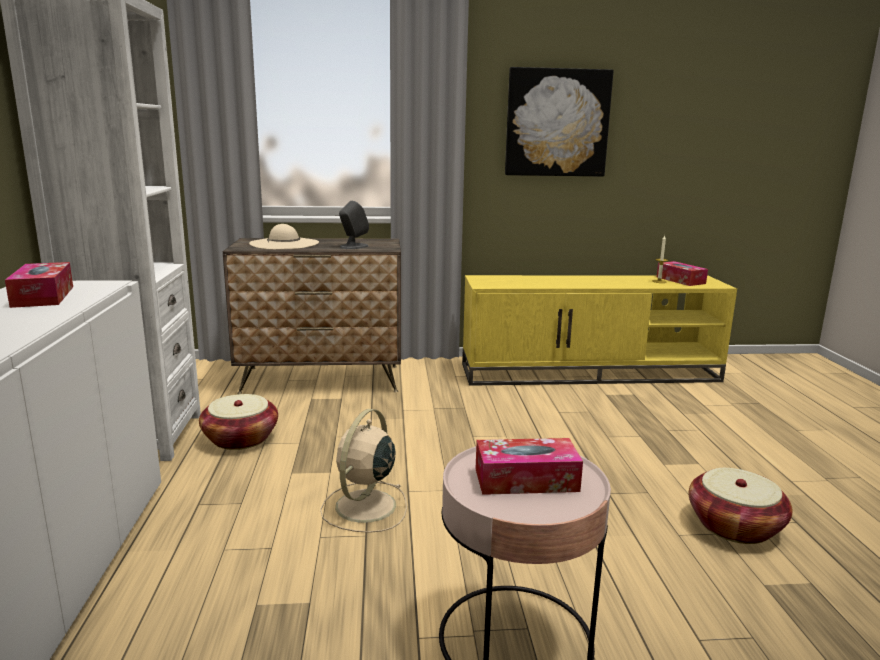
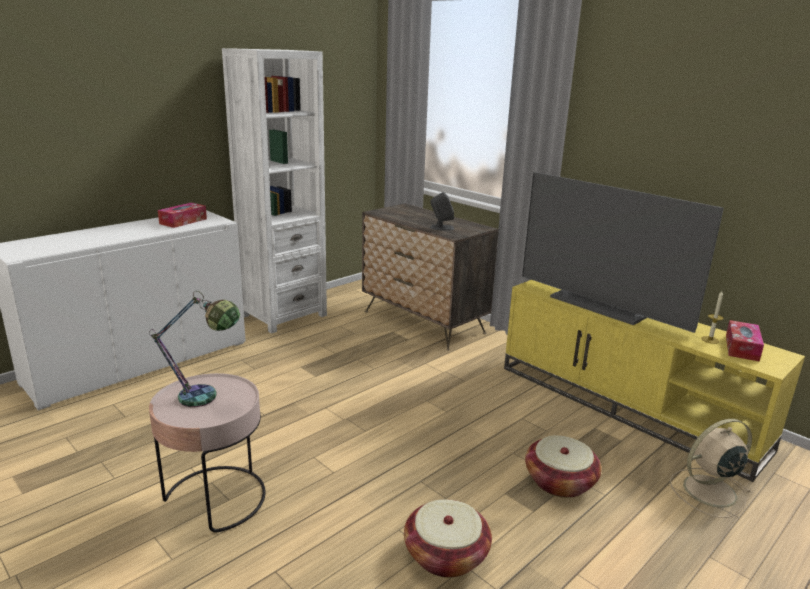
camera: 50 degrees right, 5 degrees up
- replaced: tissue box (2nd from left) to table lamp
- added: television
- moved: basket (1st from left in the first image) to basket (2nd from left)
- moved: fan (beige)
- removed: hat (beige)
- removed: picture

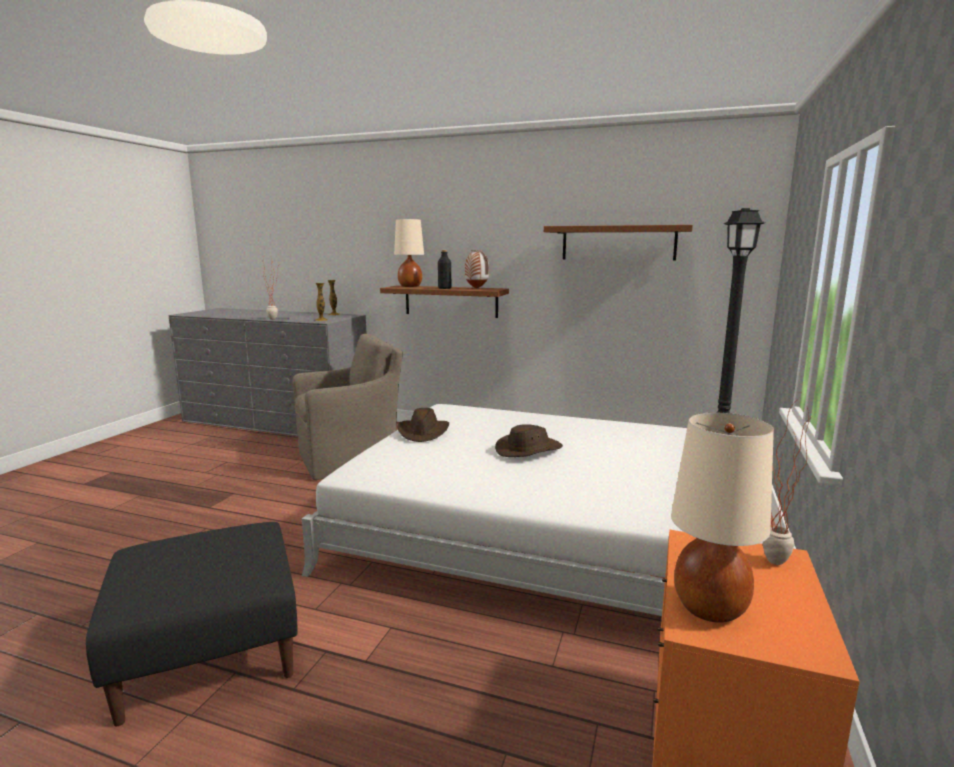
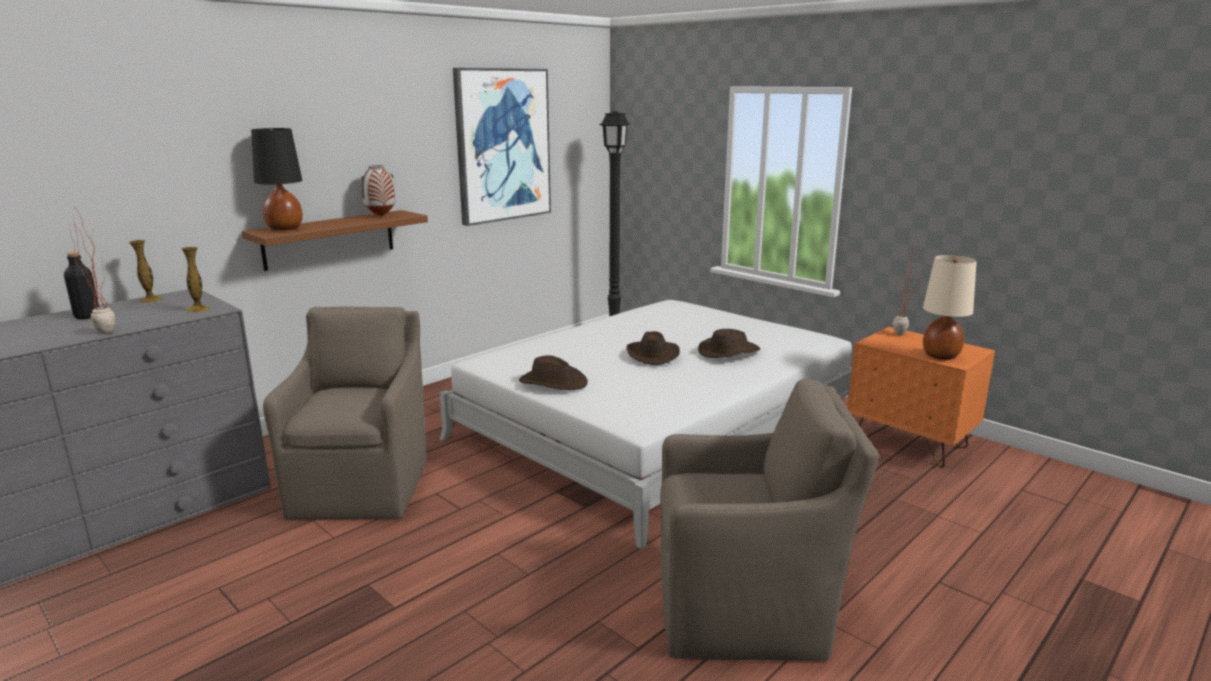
camera: 65 degrees left, 5 degrees up
- moved: bottle (black)
- recoloured: table lamp (beige) (1st from left) to table lamp (black)
- replaced: shelf (brown) (2nd from left) to picture
- replaced: ottoman (black) to armchair (brown) (2nd from left)
- added: hat (brown) (3rd from left)

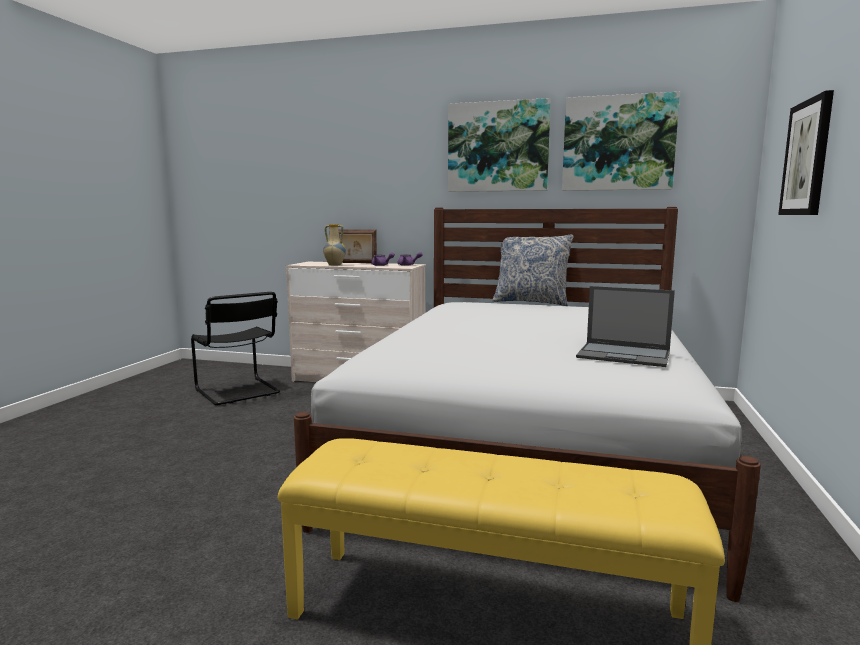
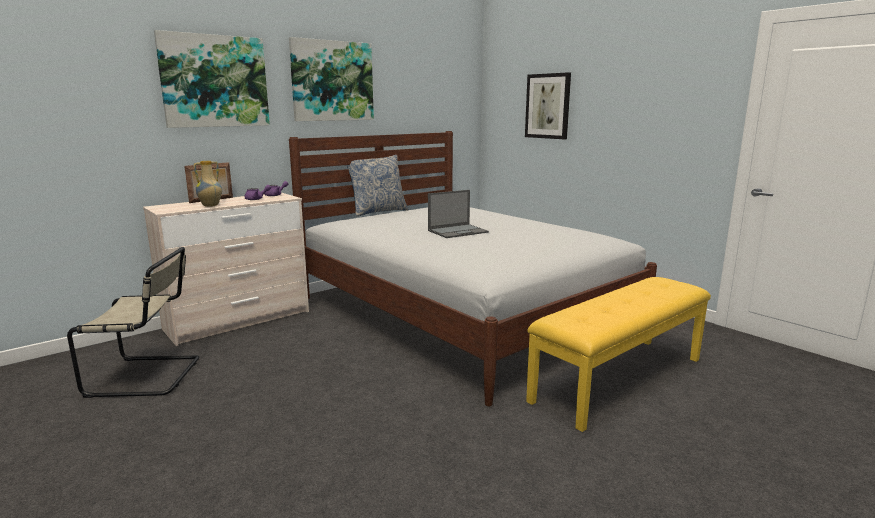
camera: 55 degrees left, 5 degrees up
- recoloured: chair (black) to chair (beige)
- moved: picture (2nd from left in the first image) to picture (1st from left)
- moved: laptop

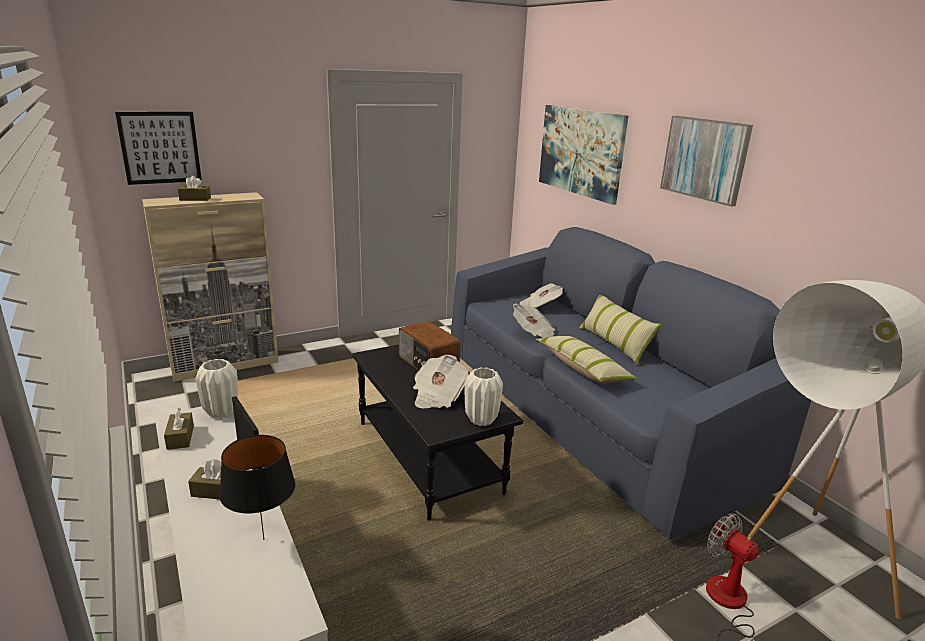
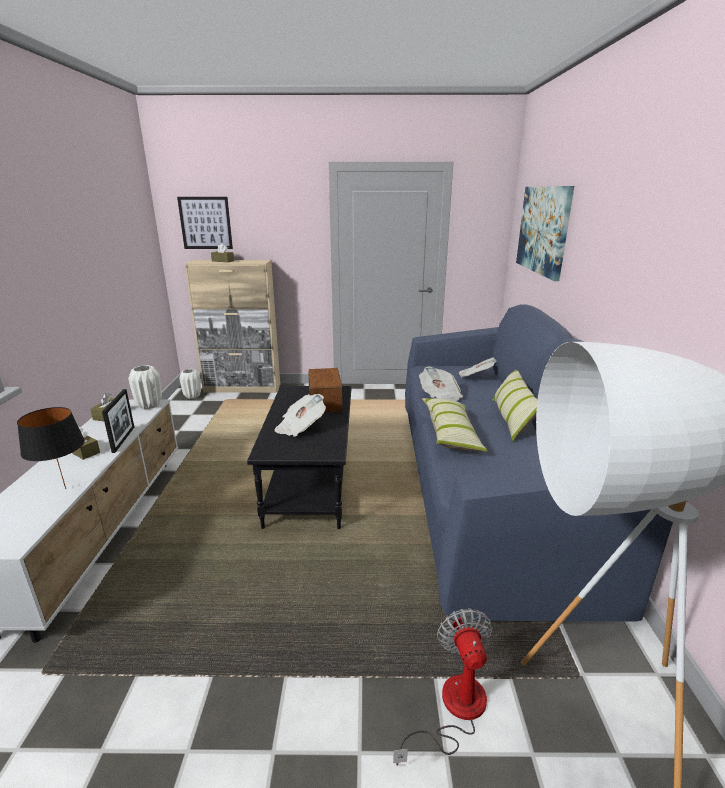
camera: 30 degrees right, 0 degrees up
- moved: vase (white) (2nd from left)
- removed: picture (3rd from left)

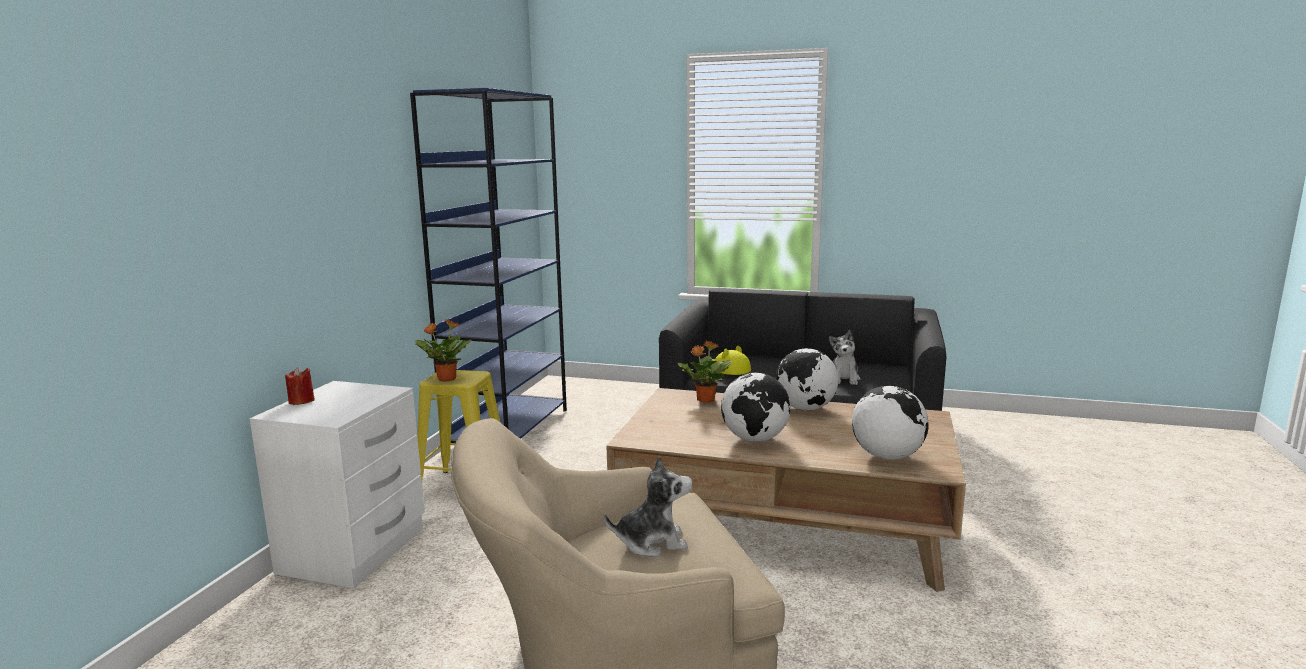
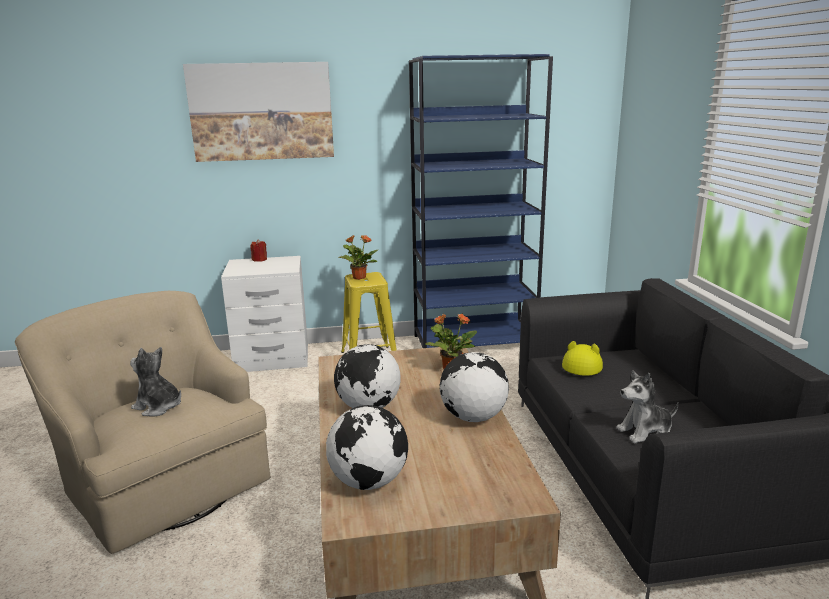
camera: 65 degrees right, 5 degrees up
- turned: plush toy (1st from left) 150 degrees clockwise
- added: picture

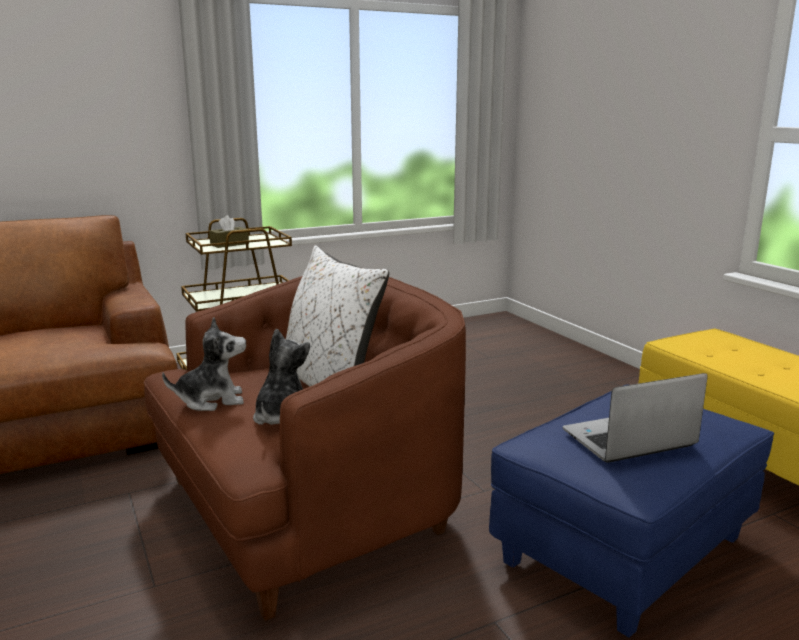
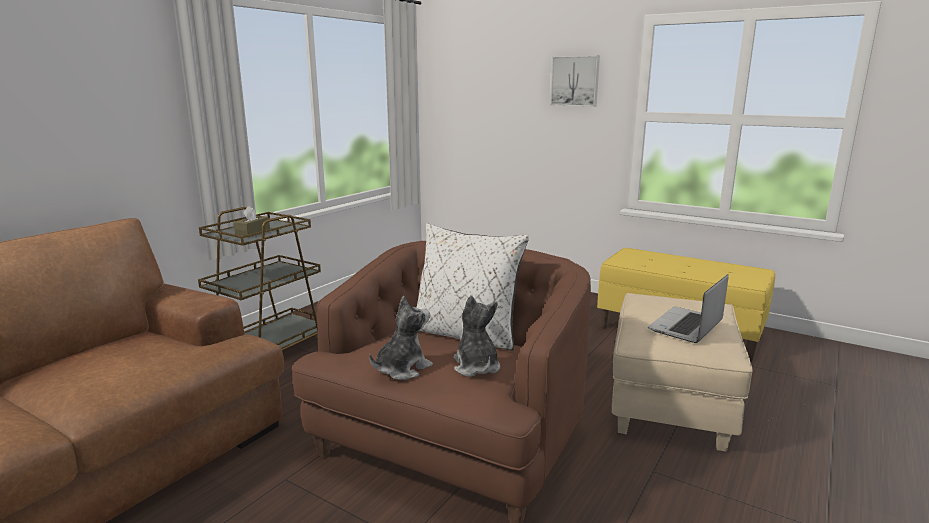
camera: 30 degrees left, 0 degrees up
- added: picture
- recoloured: ottoman (blue) to ottoman (beige)

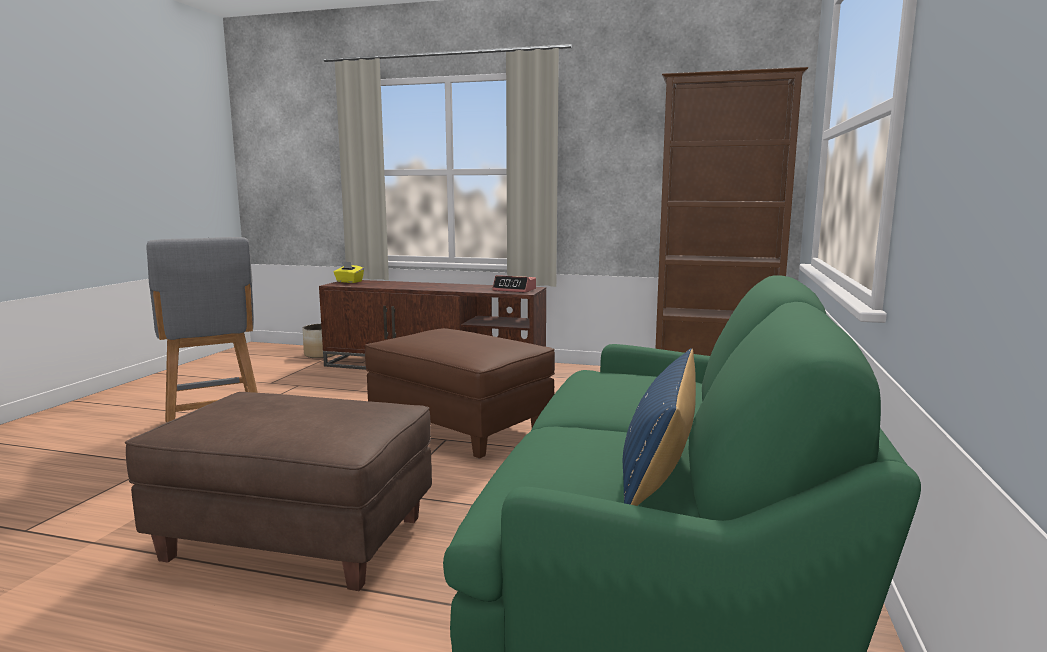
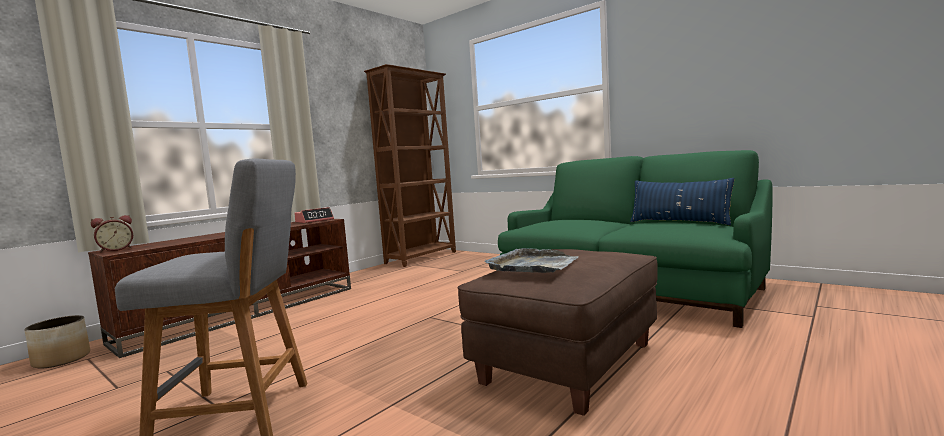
camera: 65 degrees left, 5 degrees down
- replaced: tissue box (yellow) to alarm clock (1st from left)
- added: tray (grey)
- removed: ottoman (brown) (2nd from left)

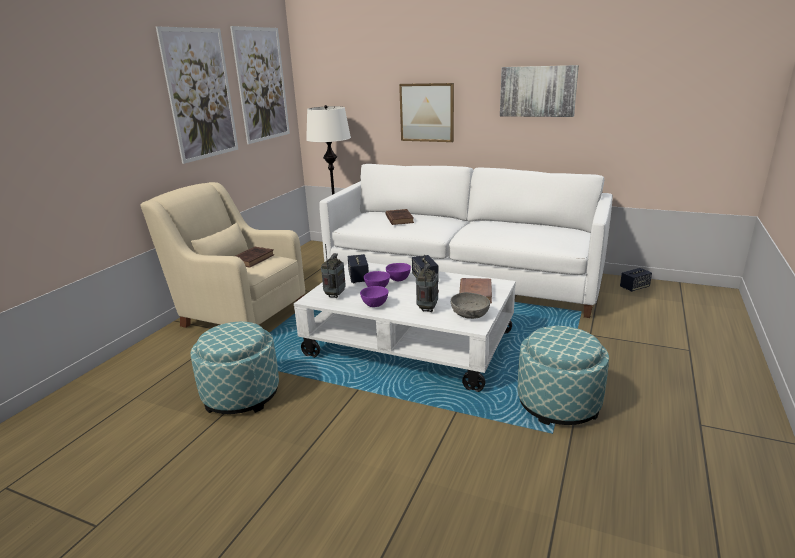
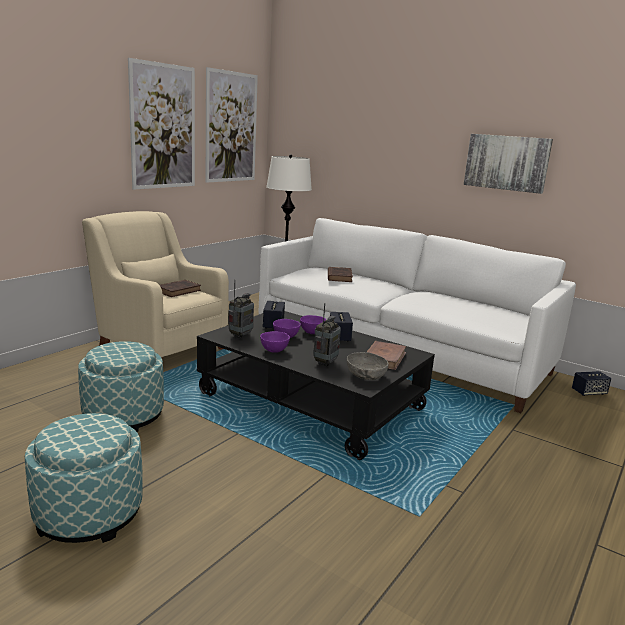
camera: 10 degrees right, 5 degrees down
- moved: ottoman (2nd from left in the first image) to ottoman (1st from left)
- recoloured: coffee table (white) to coffee table (black)
- removed: picture (3rd from left)

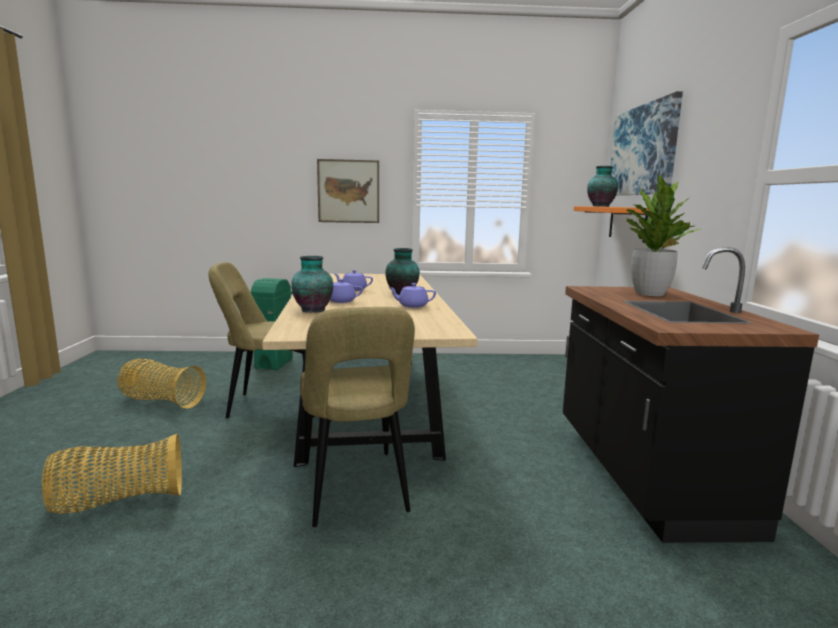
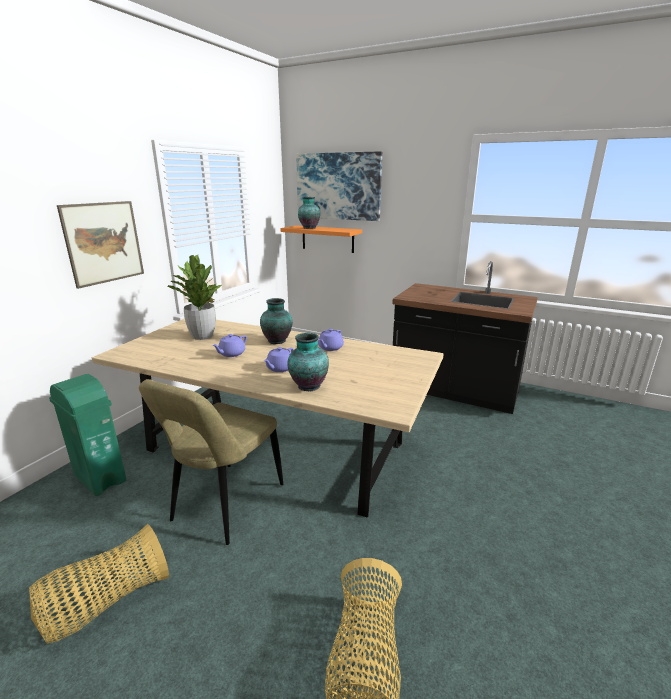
camera: 60 degrees left, 10 degrees up
- moved: potted plant
- removed: chair (beige) (2nd from left)

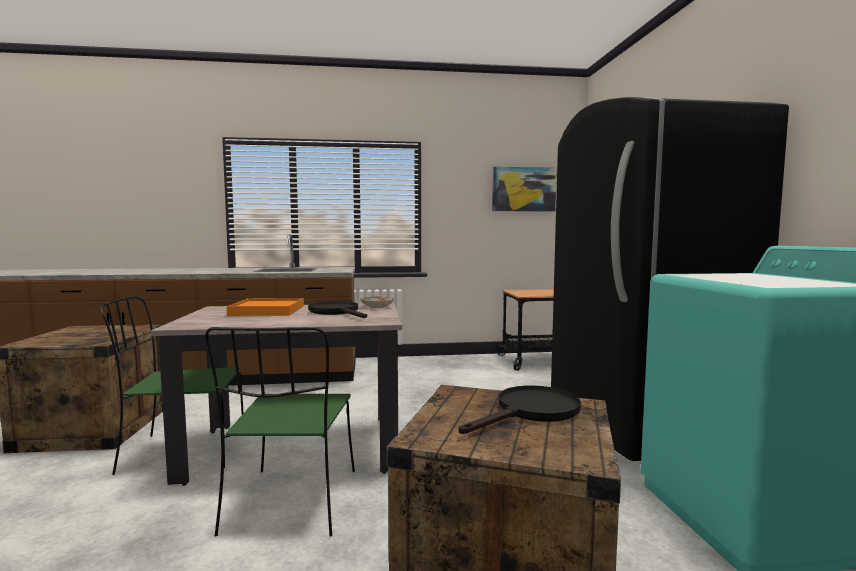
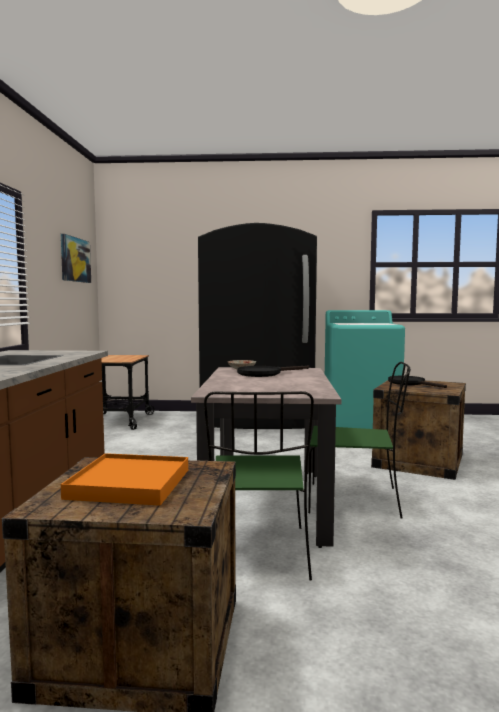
camera: 80 degrees left, 0 degrees up
- moved: tray (orange)

